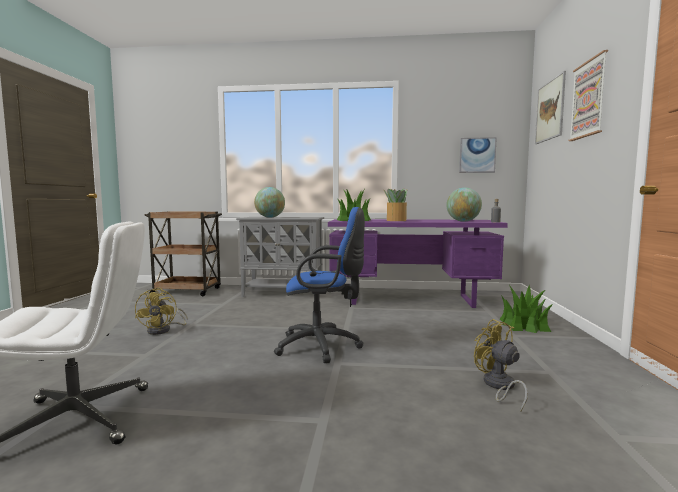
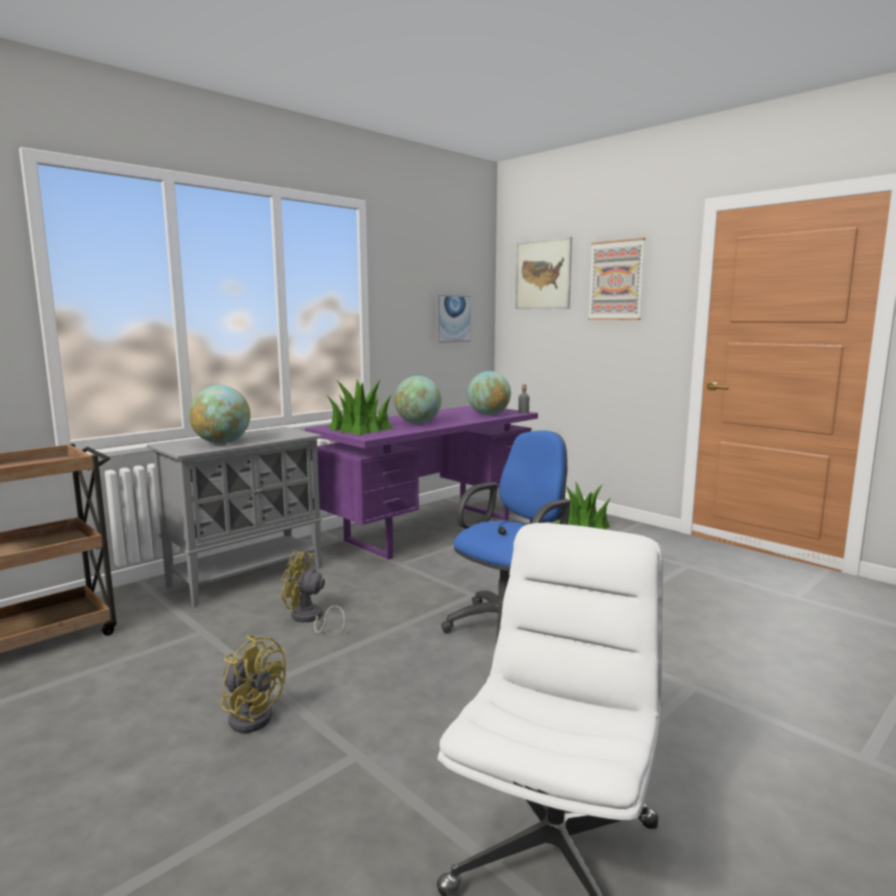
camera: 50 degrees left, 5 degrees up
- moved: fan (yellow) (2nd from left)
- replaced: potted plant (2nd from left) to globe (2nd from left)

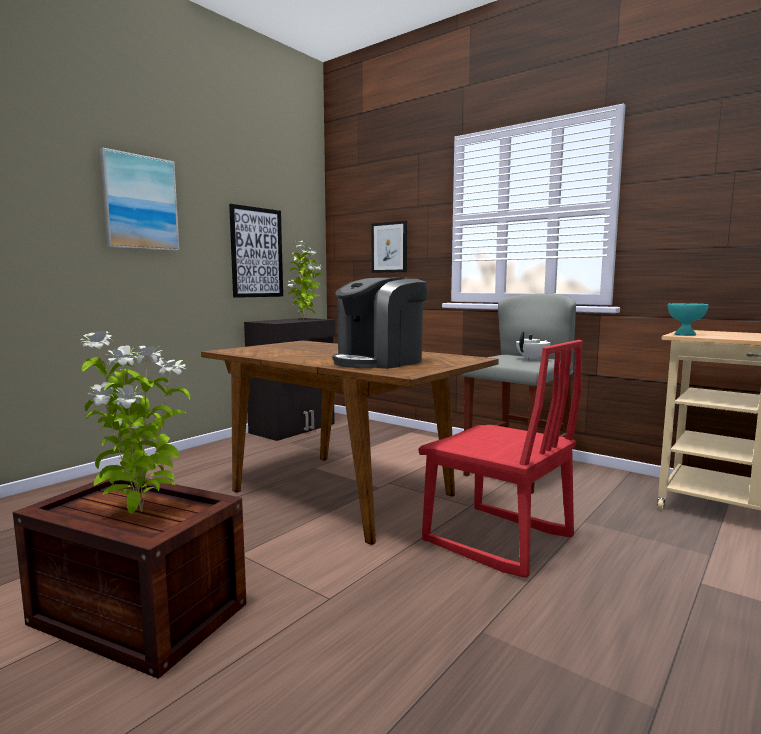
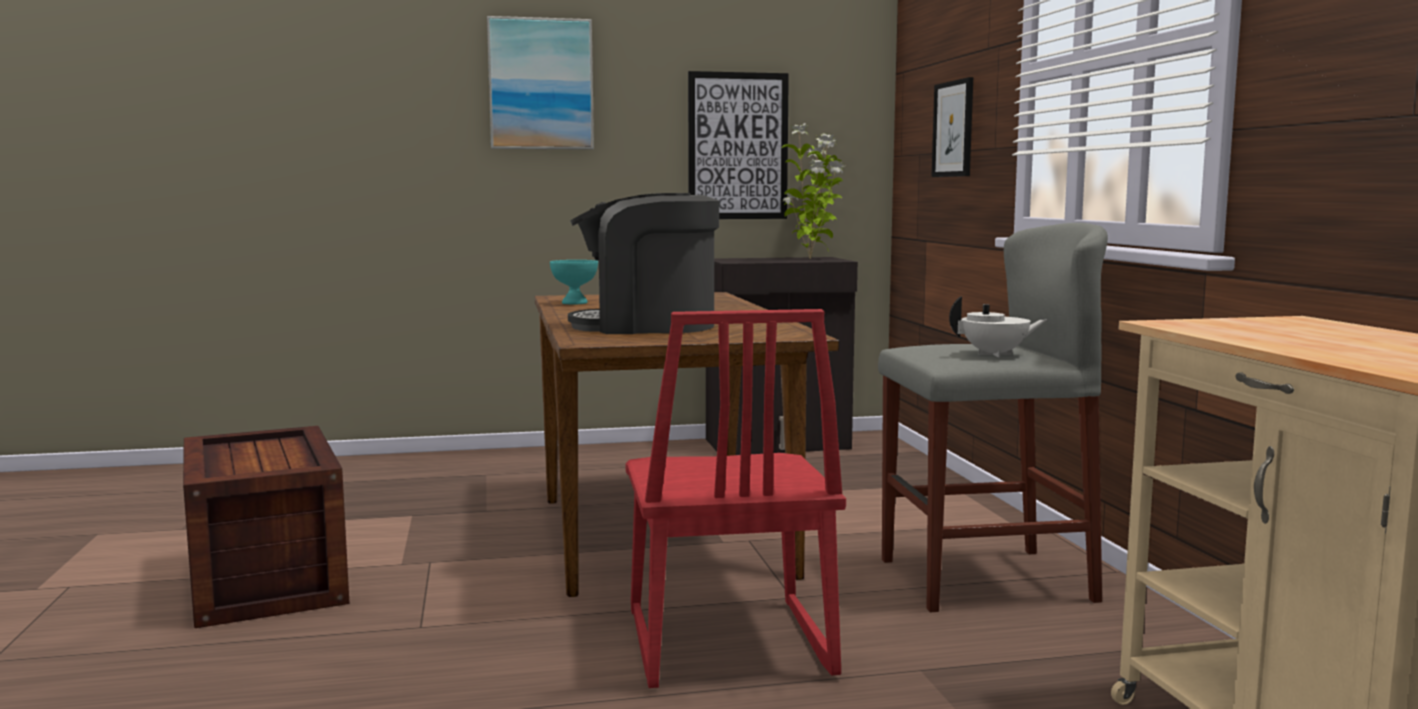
camera: 40 degrees right, 0 degrees up
- moved: bowl (turquoise)
- removed: potted plant (1st from left)

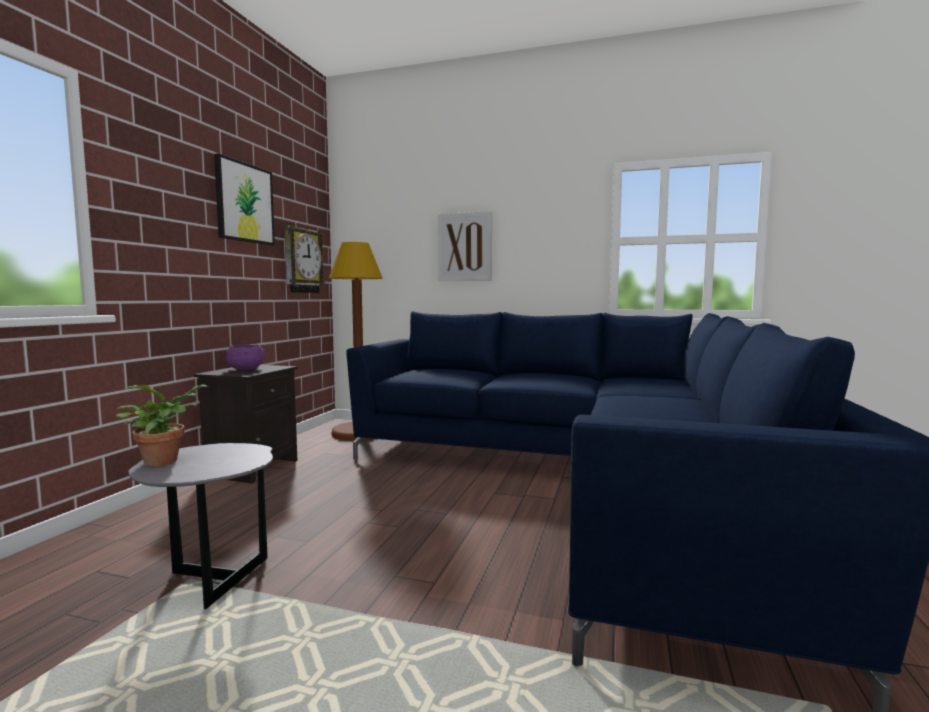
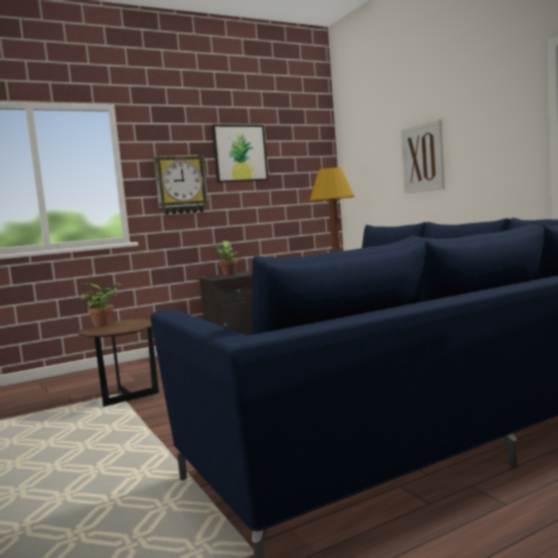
camera: 45 degrees right, 0 degrees up
- recoloured: side table (grey) to side table (brown)
- moved: wall clock
- replaced: bowl (purple) to potted plant (2nd from left)

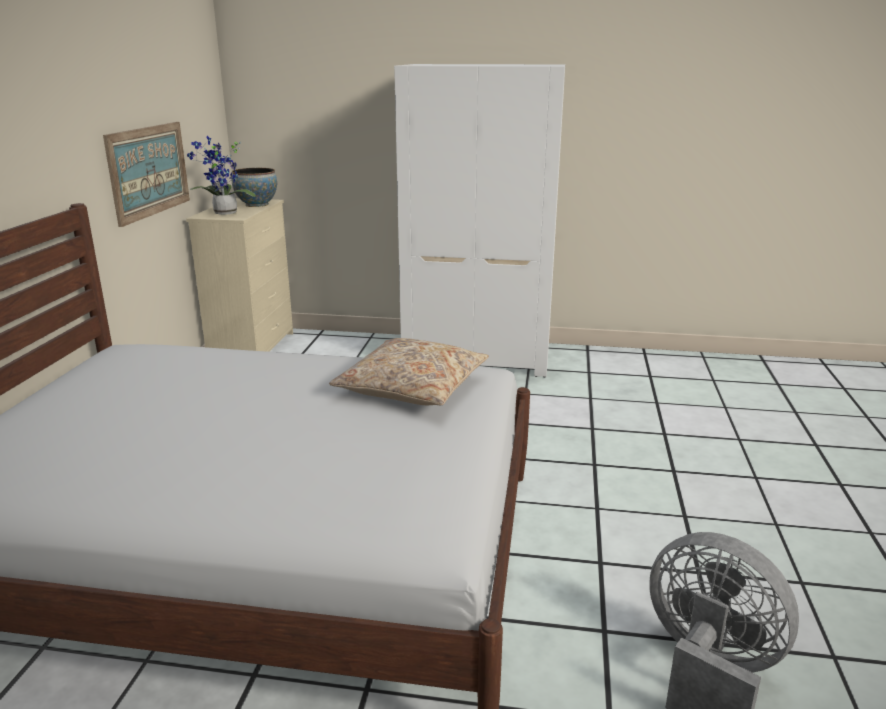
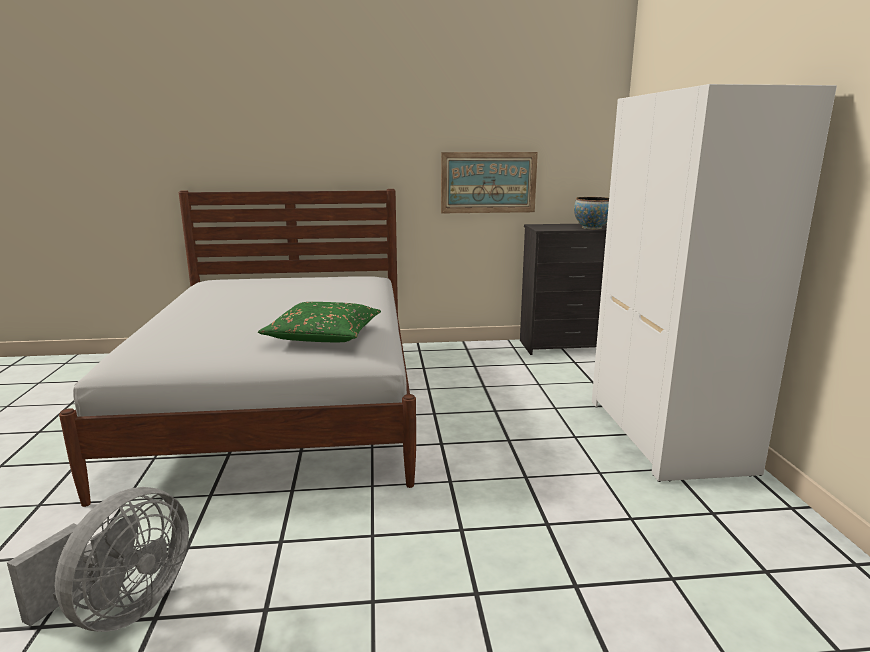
camera: 75 degrees right, 5 degrees down
- recoloured: pillow (beige) to pillow (green)
- recoloured: dresser (beige) to dresser (black)
- removed: potted plant

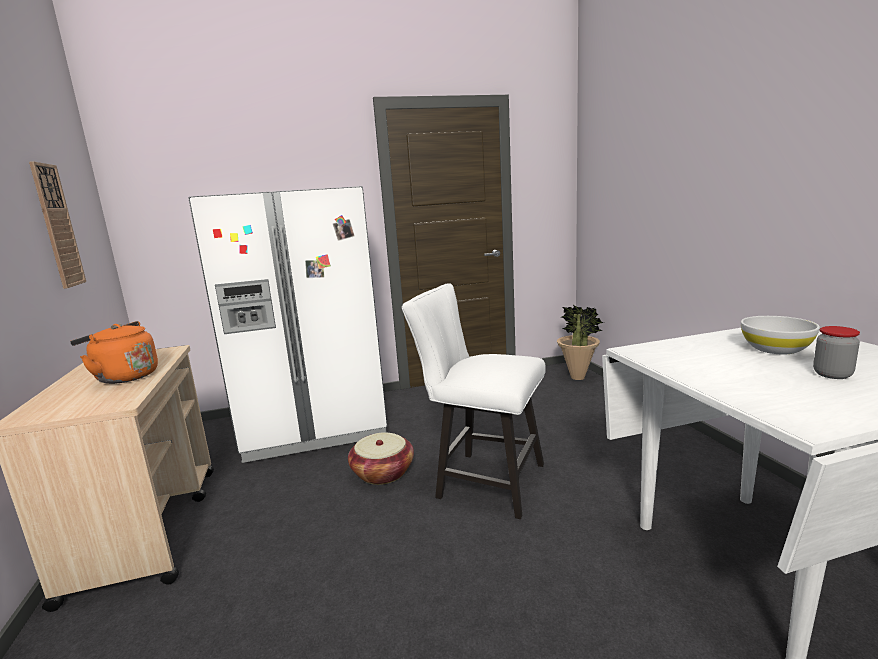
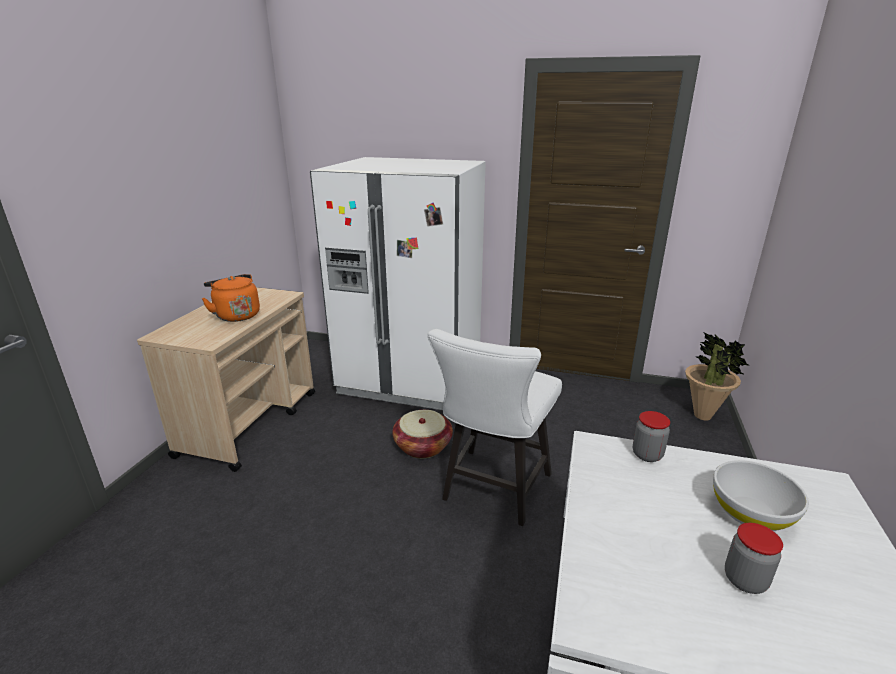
camera: 30 degrees right, 10 degrees up
- turned: chair (white) 120 degrees counterclockwise
- added: jar (1st from left)
- removed: wall clock

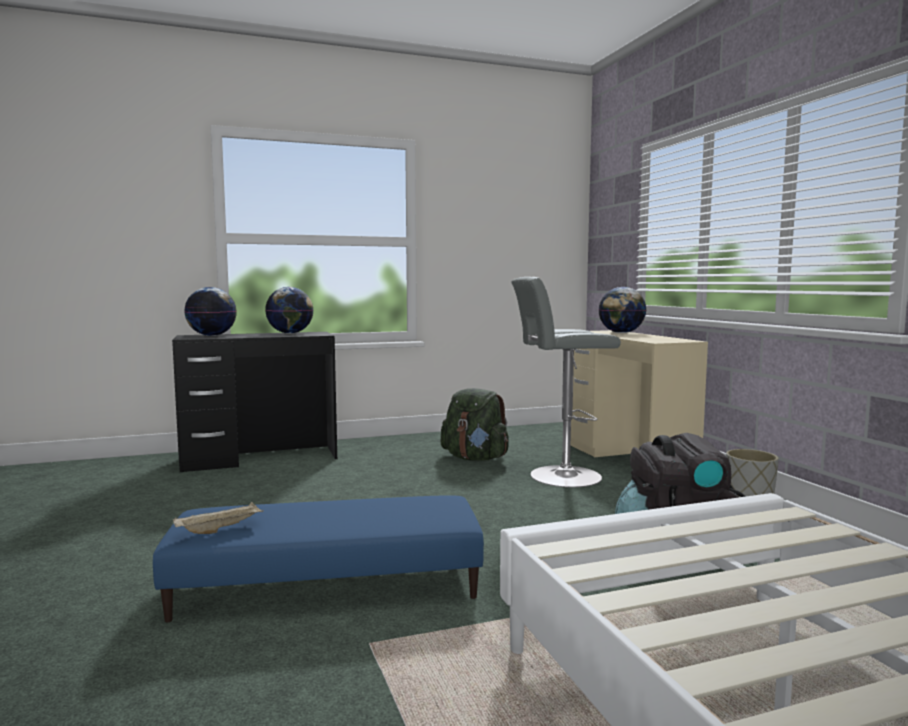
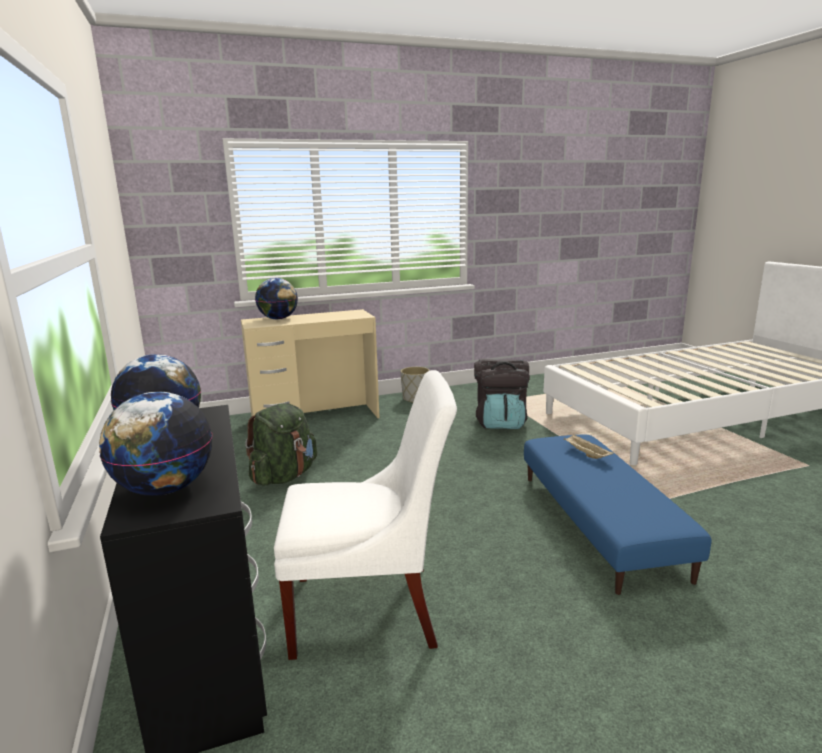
camera: 90 degrees left, 10 degrees up
- added: chair (white)
- moved: tray (beige)
- removed: stool (grey)

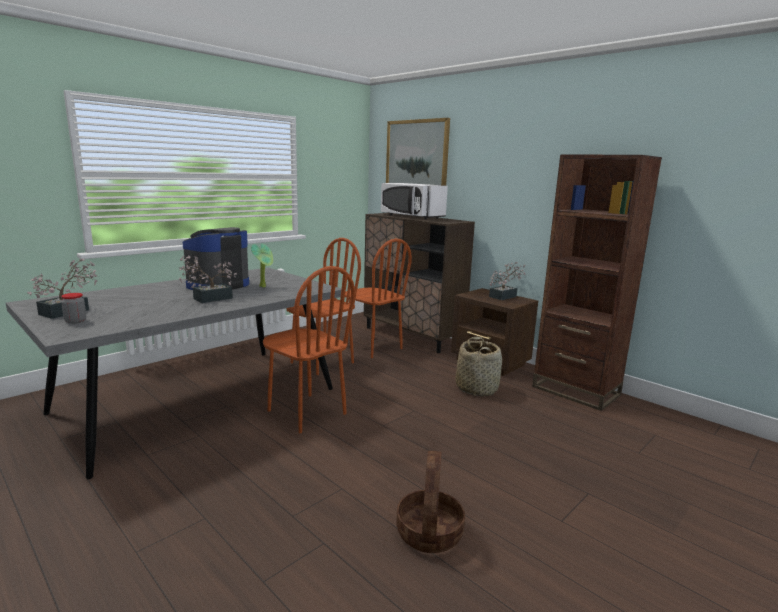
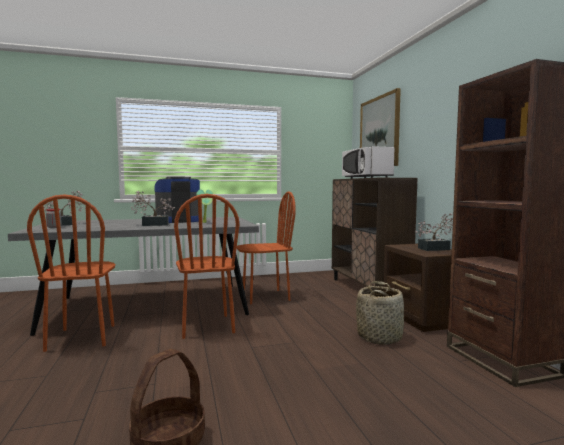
camera: 30 degrees right, 10 degrees down
- moved: chair (brown) (3rd from left in the first image) to chair (brown) (1st from left)

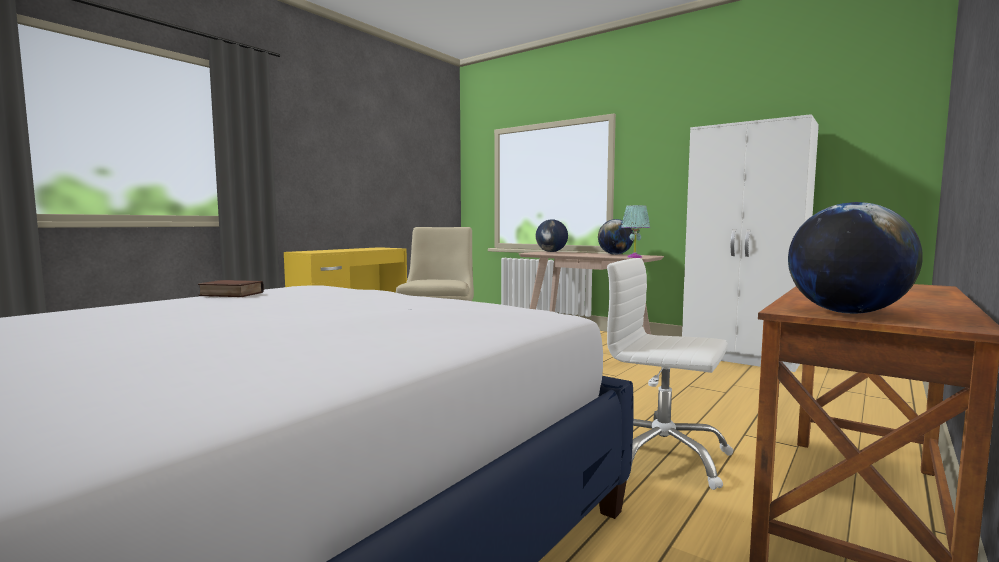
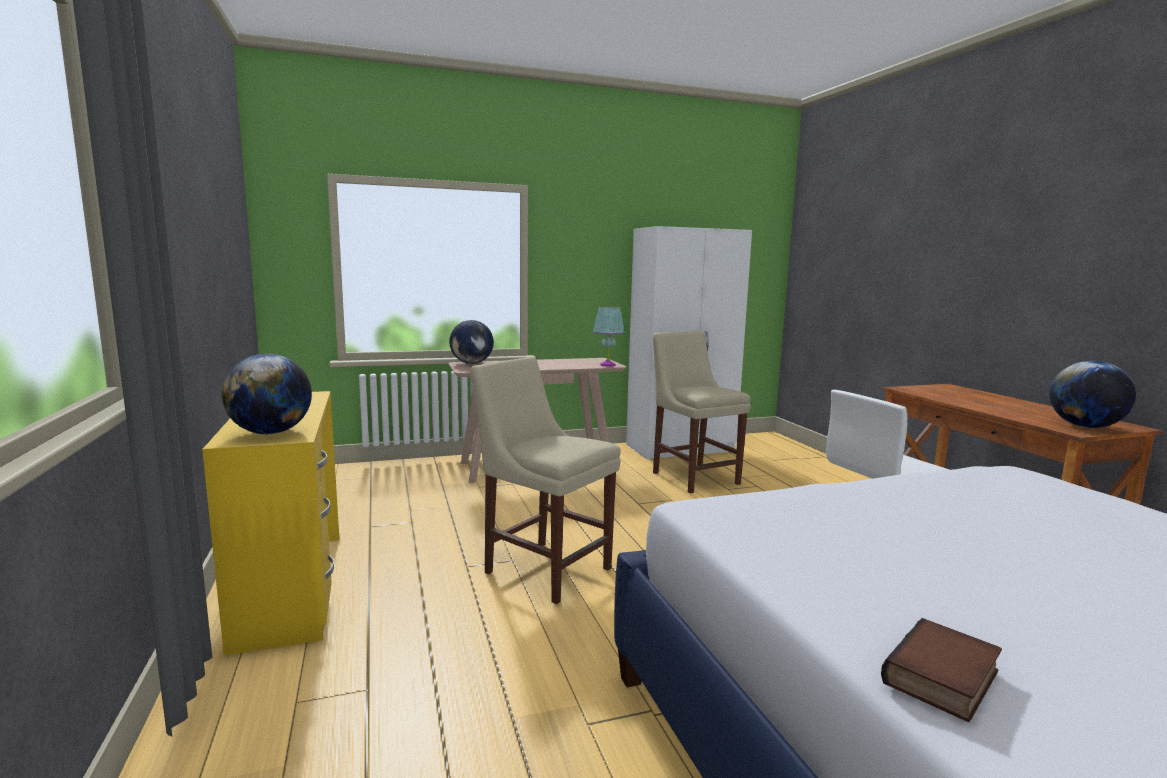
camera: 55 degrees left, 5 degrees up
- moved: globe (2nd from left in the first image) to globe (1st from left)
- added: chair (beige) (2nd from left)
- moved: book

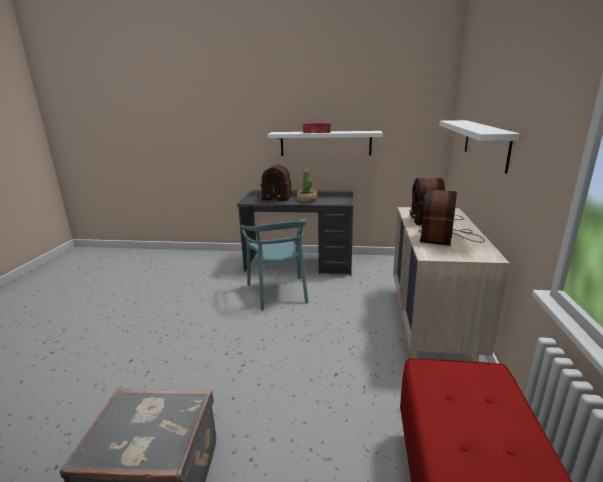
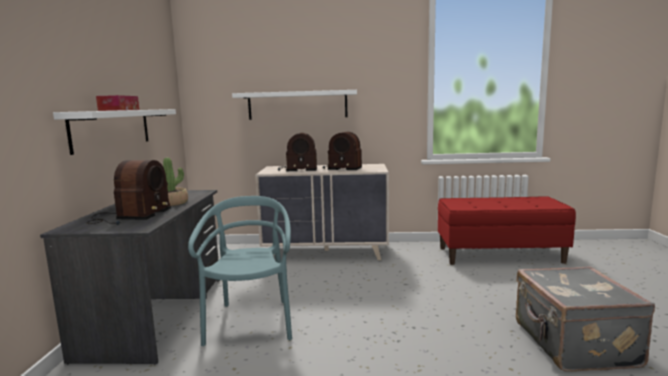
camera: 95 degrees left, 10 degrees down
- turned: chair (turquoise) 75 degrees counterclockwise

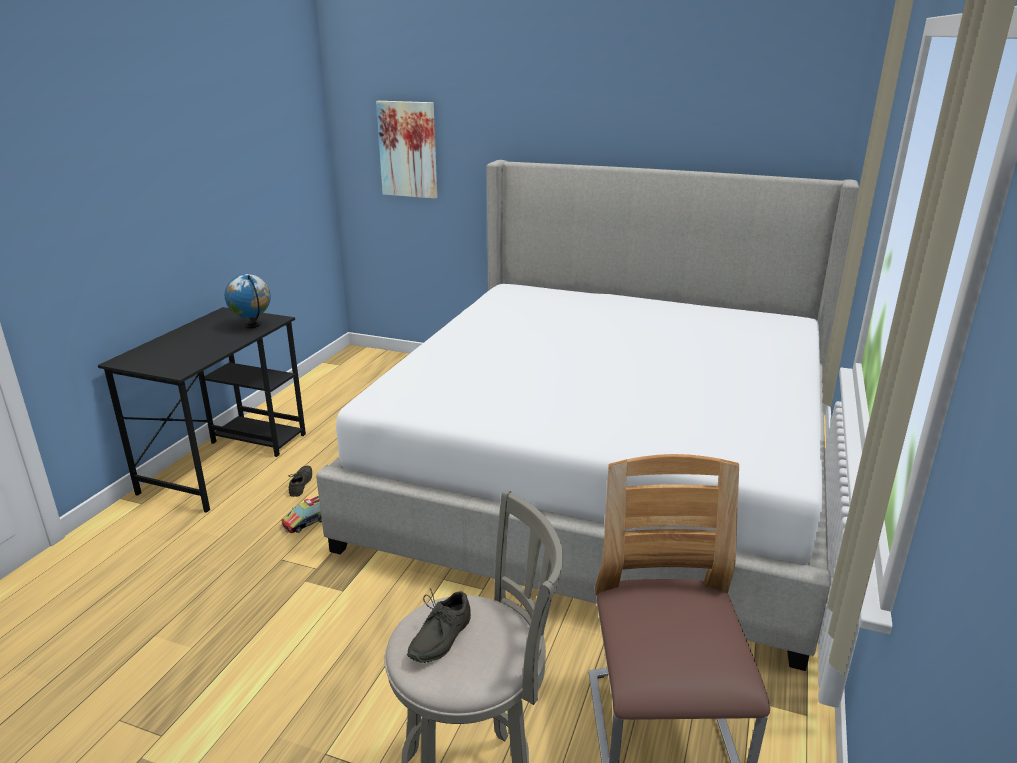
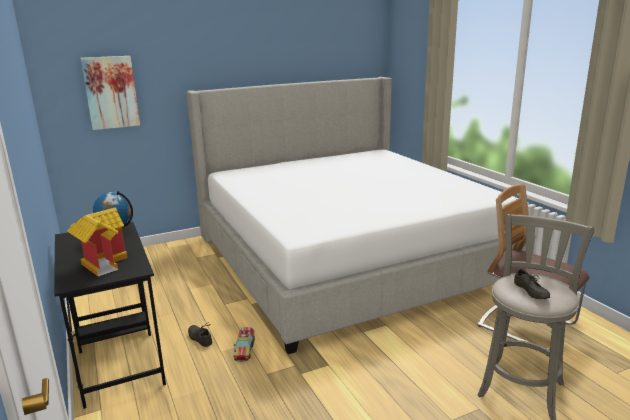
camera: 45 degrees left, 5 degrees down
- added: toy house

